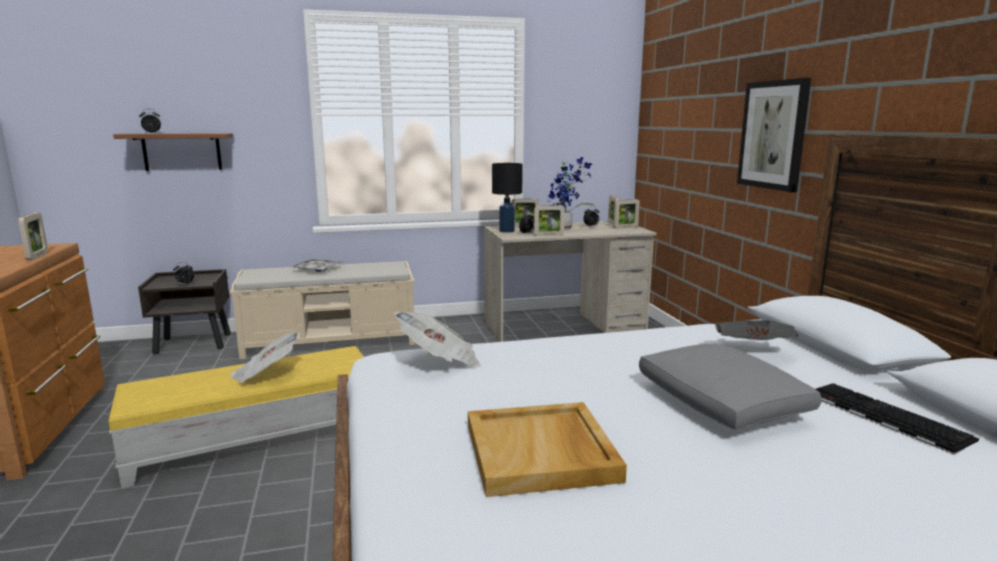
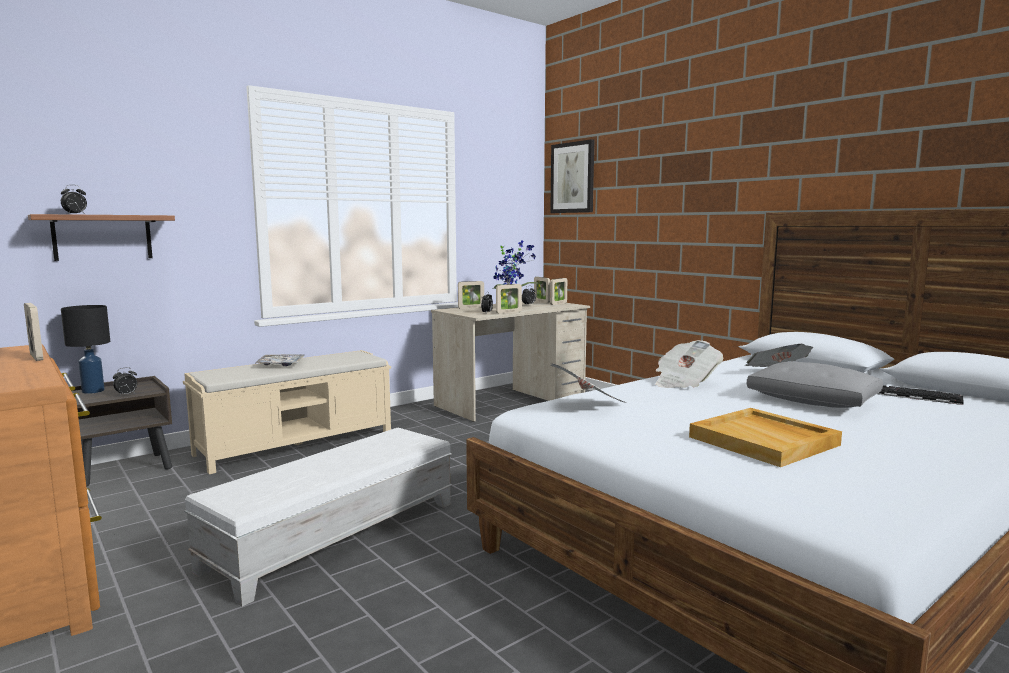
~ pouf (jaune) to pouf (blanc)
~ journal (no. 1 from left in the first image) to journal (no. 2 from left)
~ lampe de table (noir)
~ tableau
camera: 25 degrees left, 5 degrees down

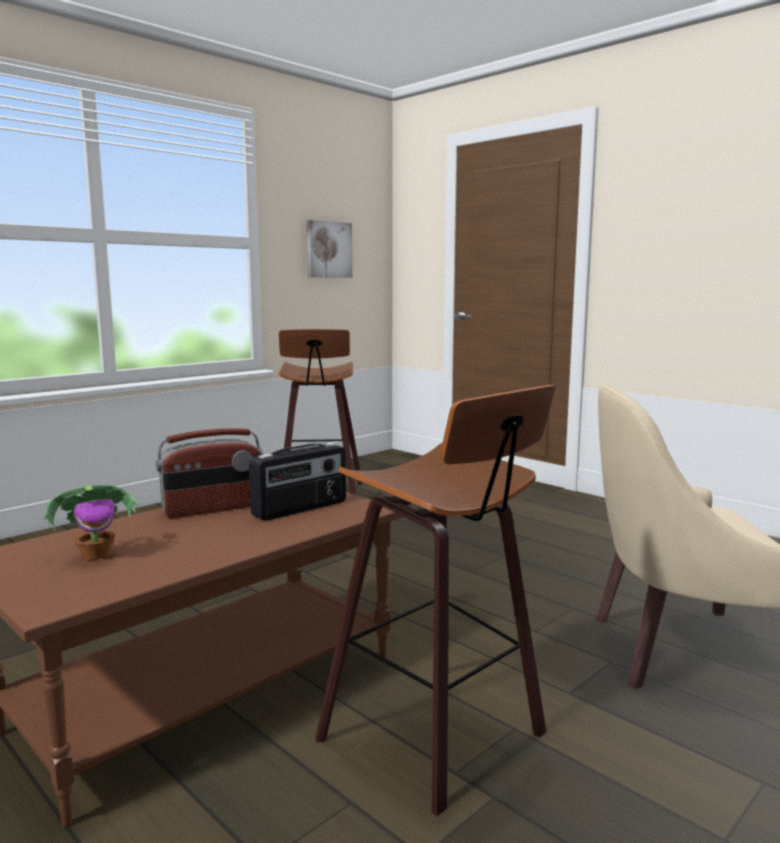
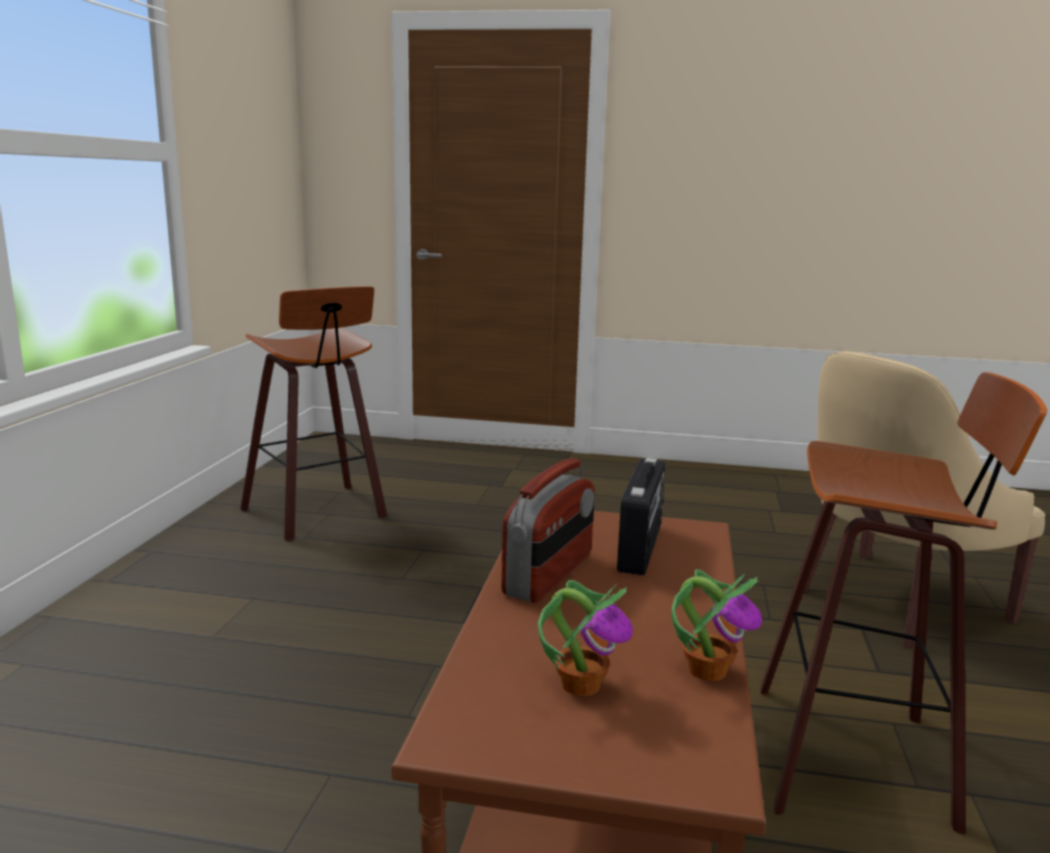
- tableau
+ plante en pot (no. 2 from left)
camera: 35 degrees left, 5 degrees up

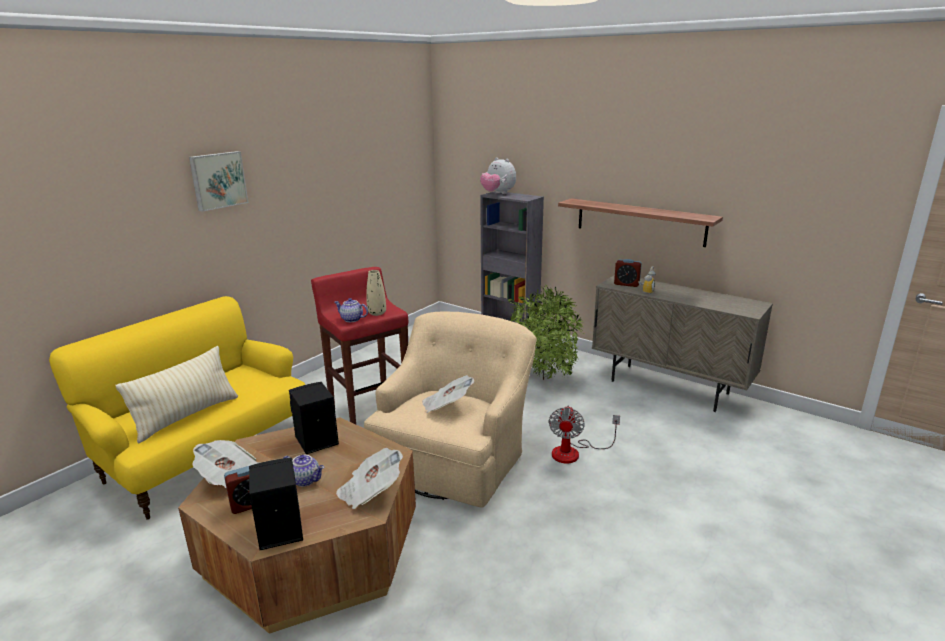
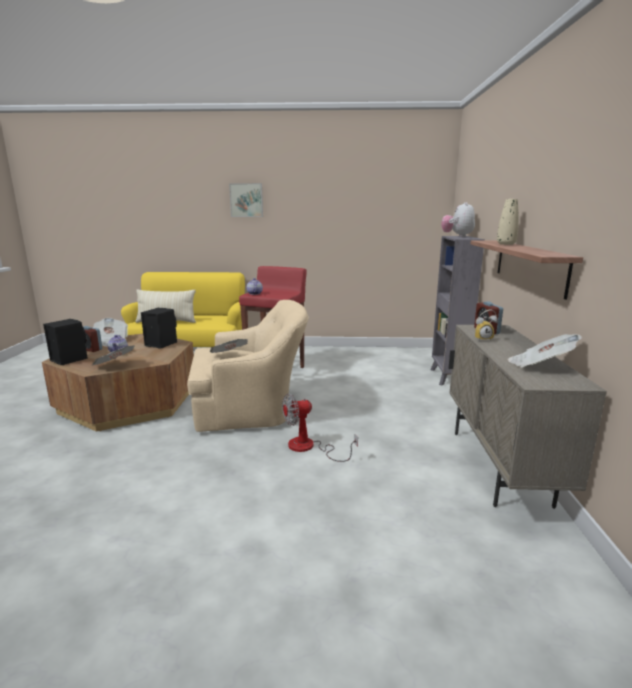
~ vase (beige)
- plante en pot
+ journal (no. 4 from left)
camera: 55 degrees right, 5 degrees down

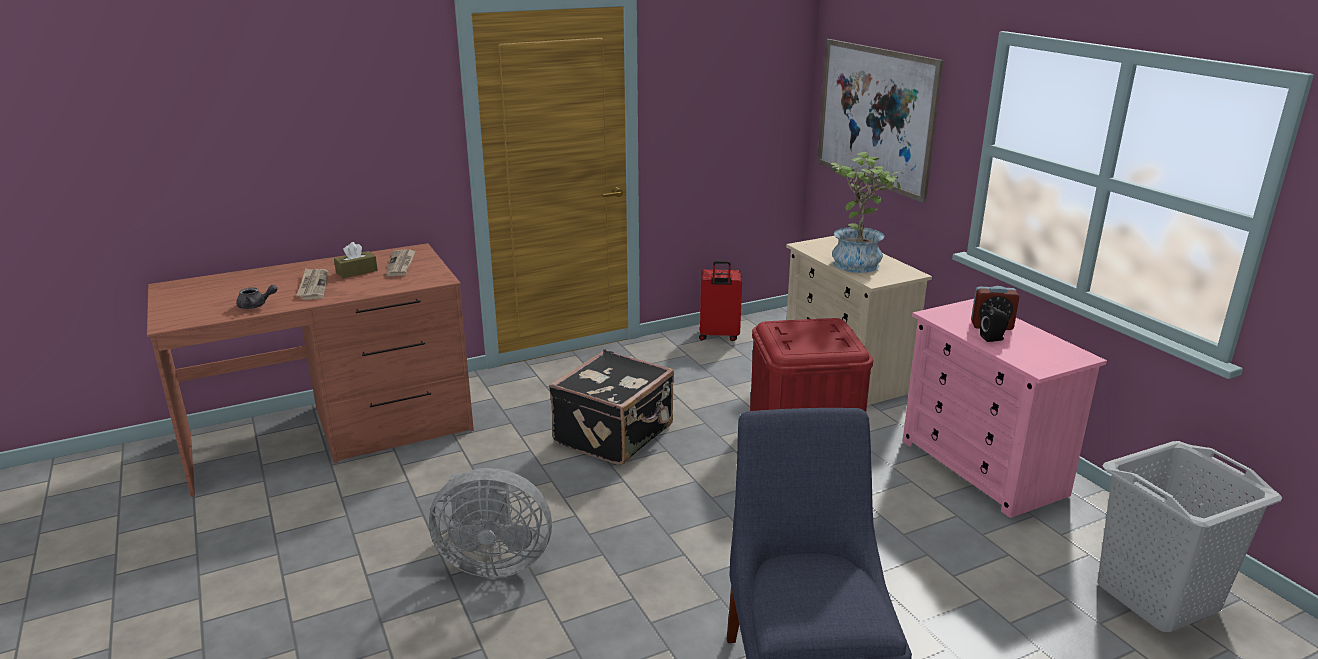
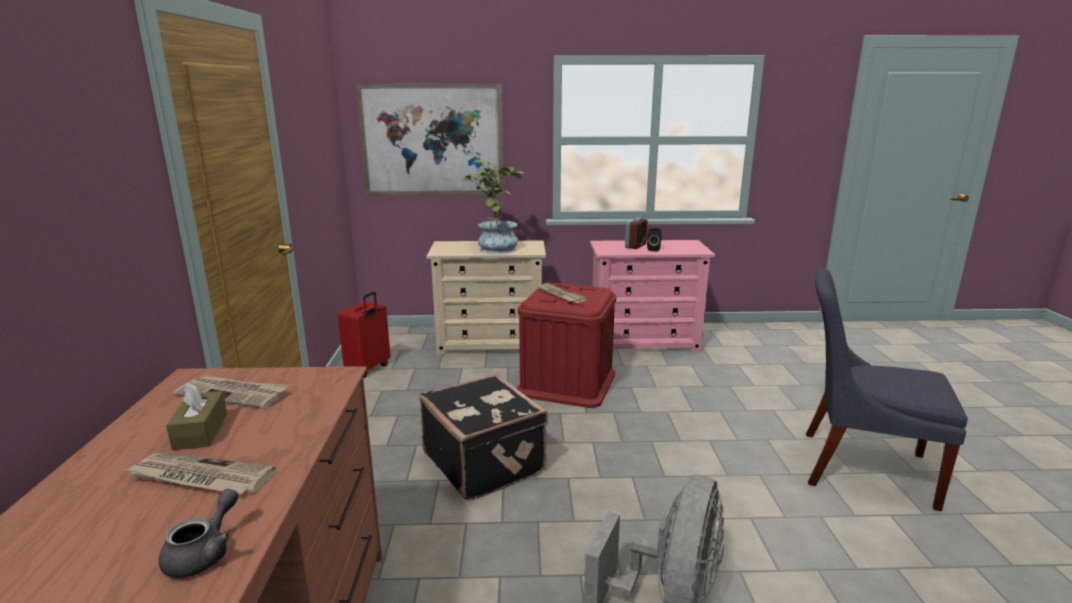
- panier à linge (gris)
+ journal (no. 3 from left)
camera: 65 degrees left, 5 degrees down

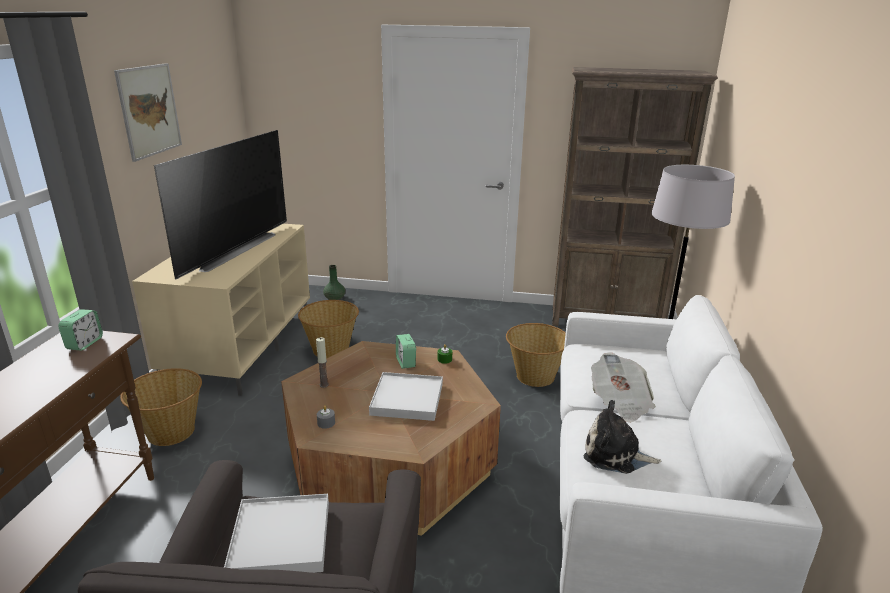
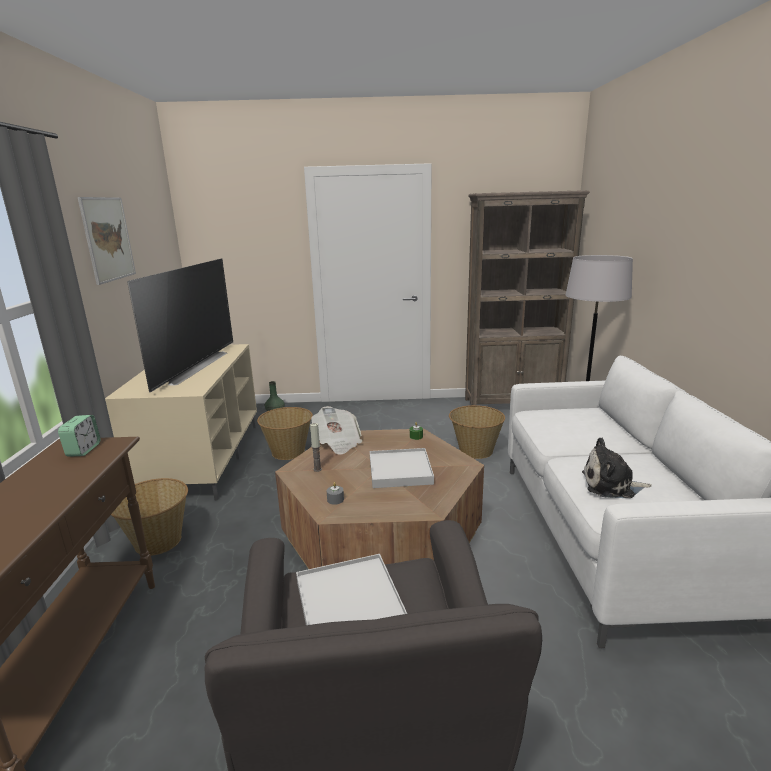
- réveil (no. 2 from left)
~ journal
camera: 10 degrees left, 5 degrees down

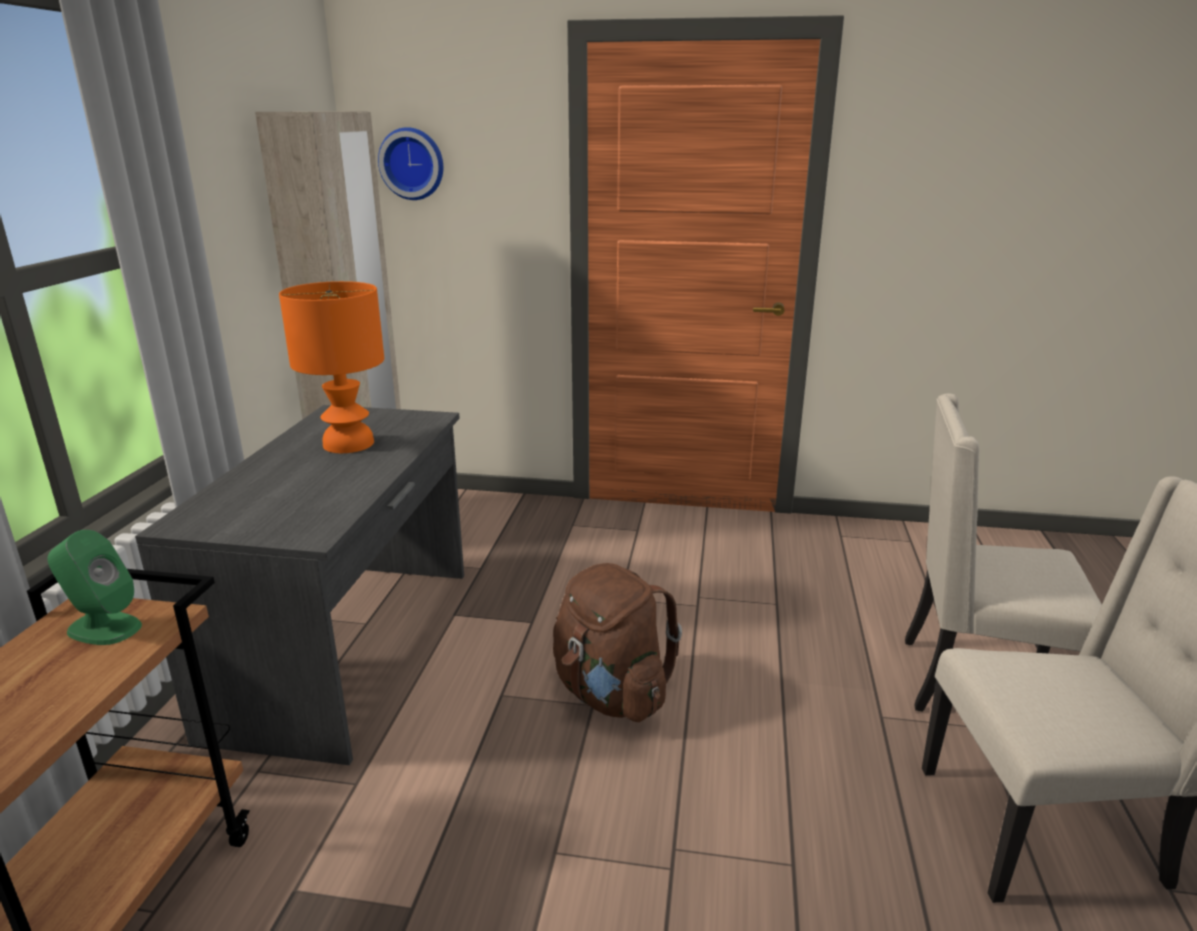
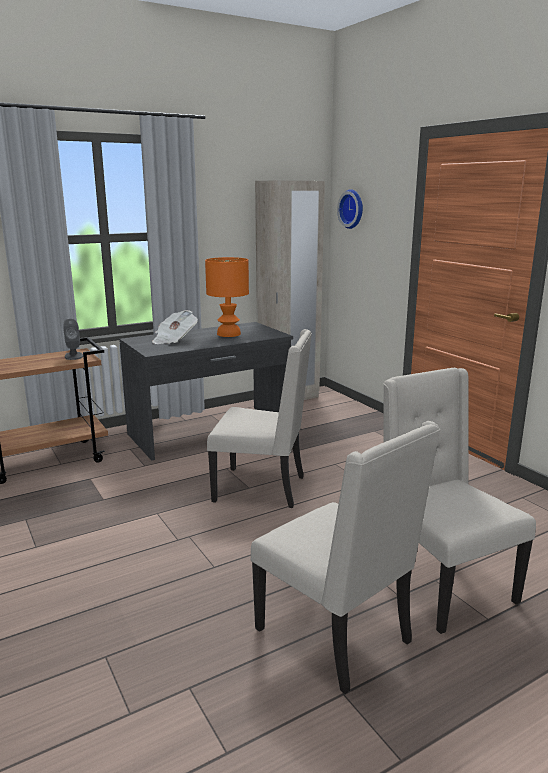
~ enceinte (vert) to enceinte (gris)
~ sac à dos (marron) to chaise (beige) (no. 1 from left)
+ journal
camera: 50 degrees right, 5 degrees down

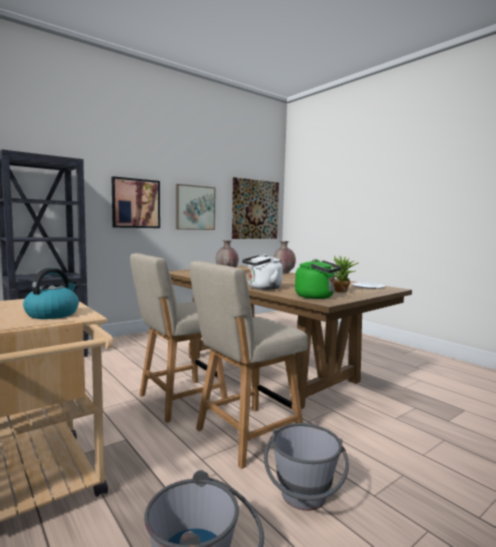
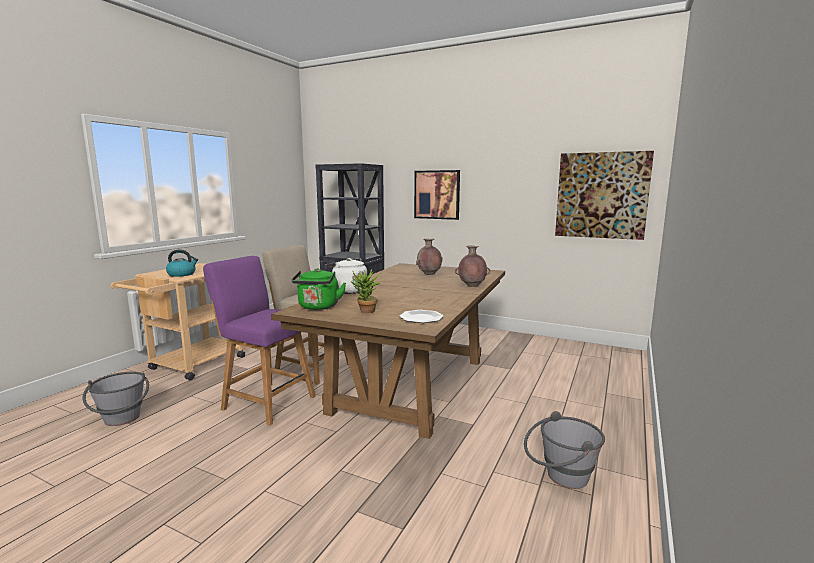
- tableau (no. 2 from left)
~ chaise (beige) (no. 2 from left) to chaise (violet)
~ seau (gris) (no. 2 from left)
camera: 65 degrees right, 5 degrees up

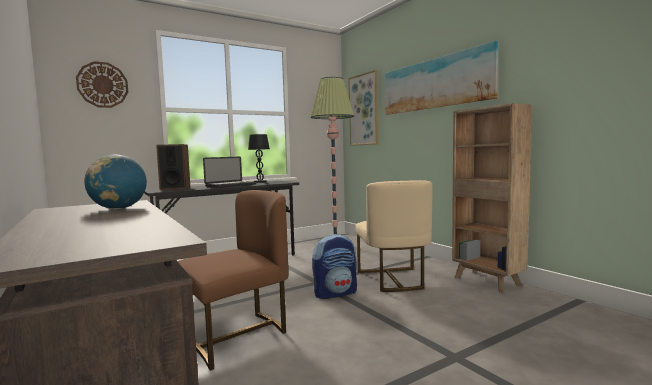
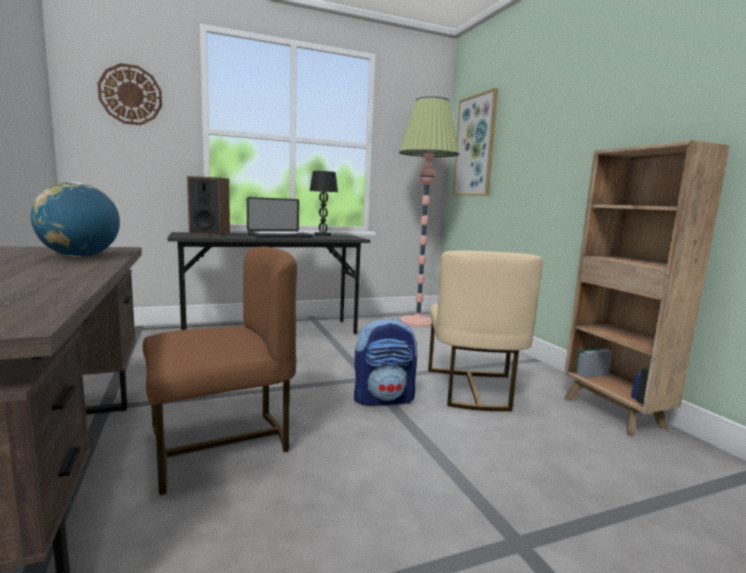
- tableau (no. 2 from left)
camera: 10 degrees right, 5 degrees up

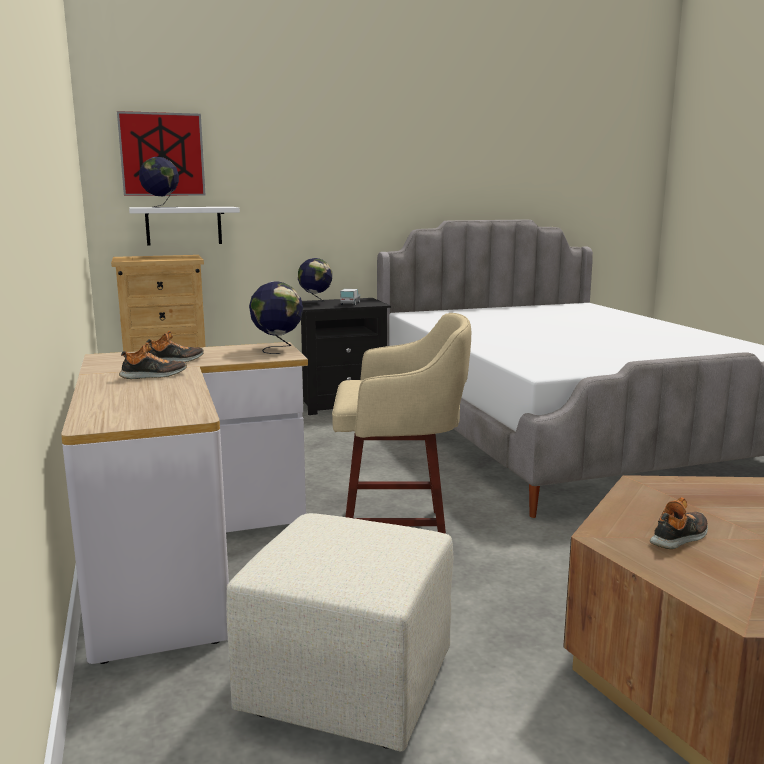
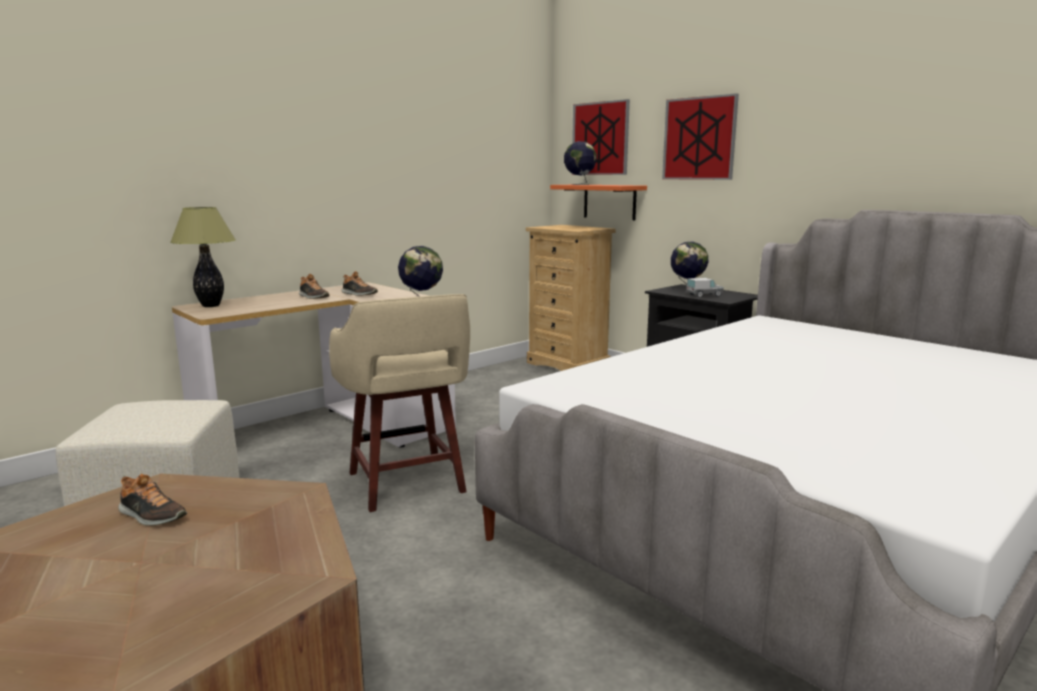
~ étagère (blanc) to étagère (orange)
+ lampe de table
+ tableau (no. 2 from left)
camera: 65 degrees right, 0 degrees up

